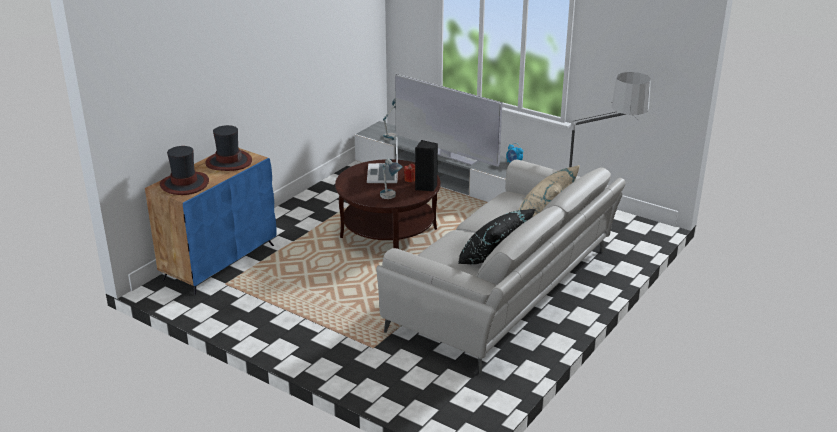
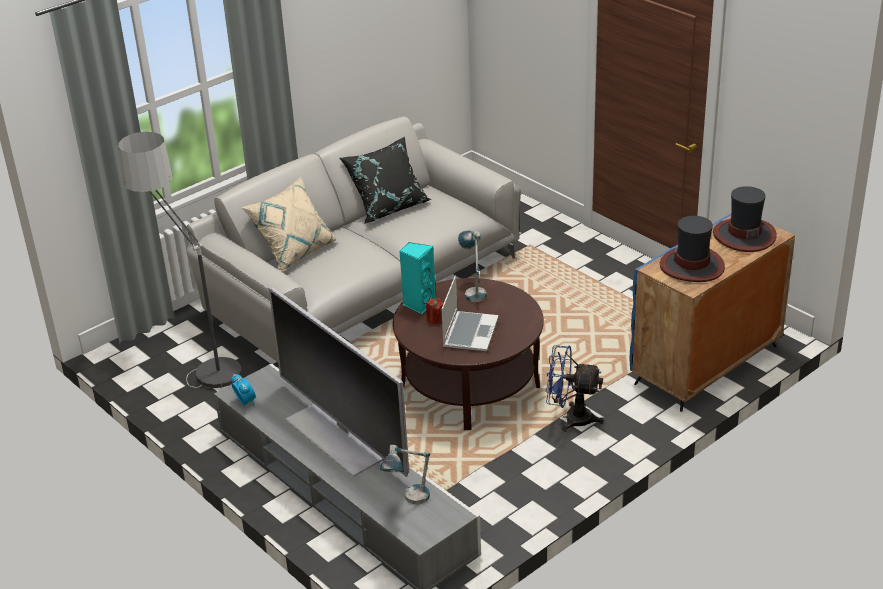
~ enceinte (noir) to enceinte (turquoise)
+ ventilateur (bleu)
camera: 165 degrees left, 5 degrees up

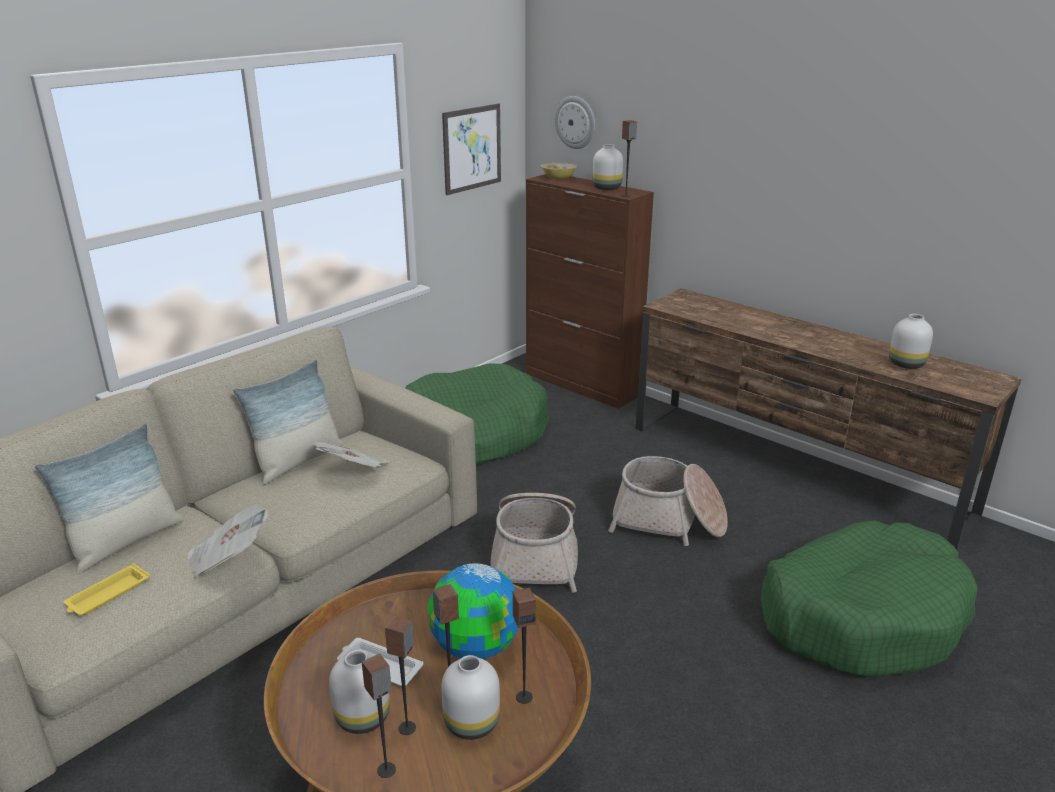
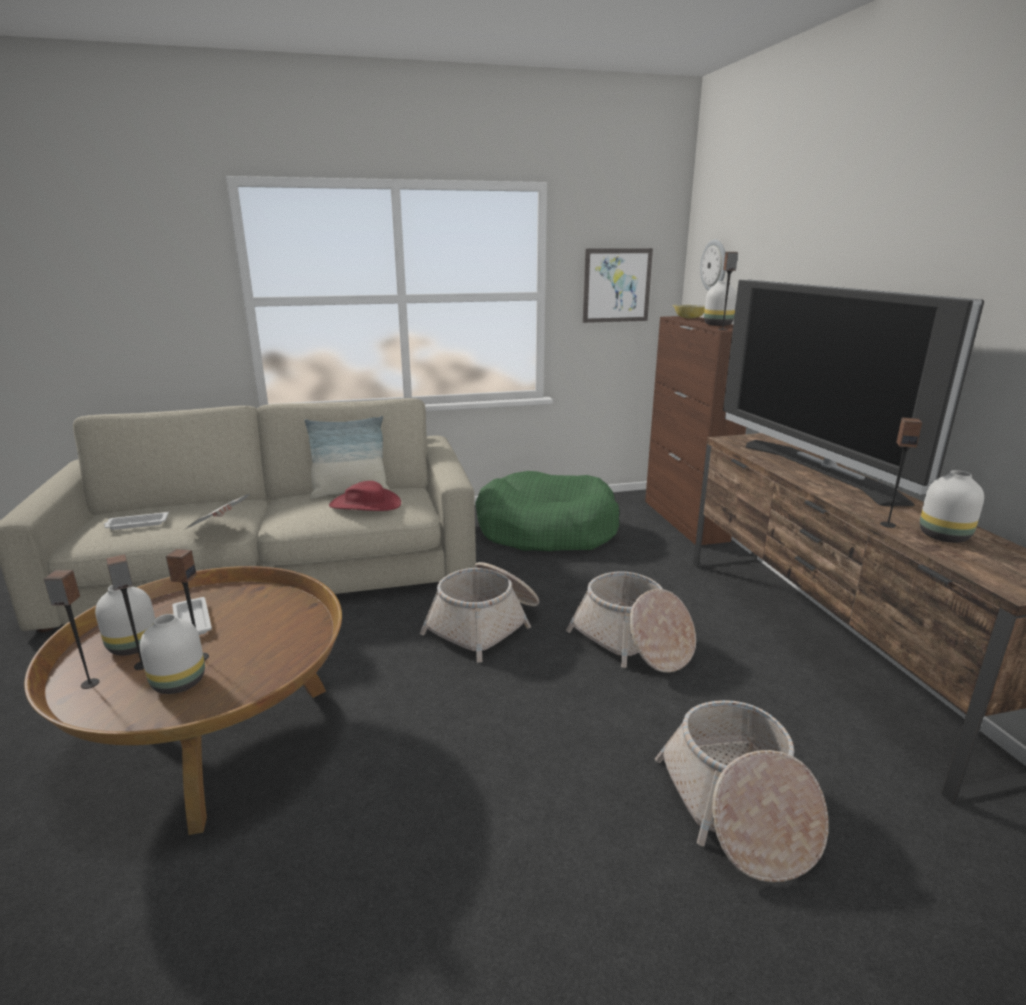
- coussin (no. 1 from left)
~ plateau (jaune) to plateau (blanc) (no. 1 from left)
~ journal (no. 2 from left) to chapeau (rouge)
- globe
~ enceinte (no. 4 from left in the first image) to enceinte (no. 5 from left)
~ panier pour chien (vert) (no. 2 from left) to panier (no. 3 from left)
+ téléviseur
camera: 35 degrees right, 5 degrees down

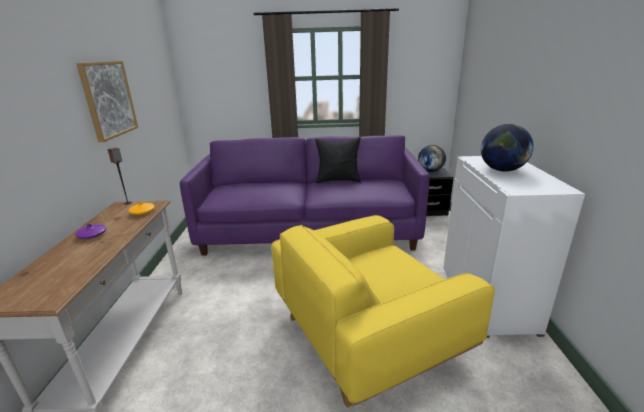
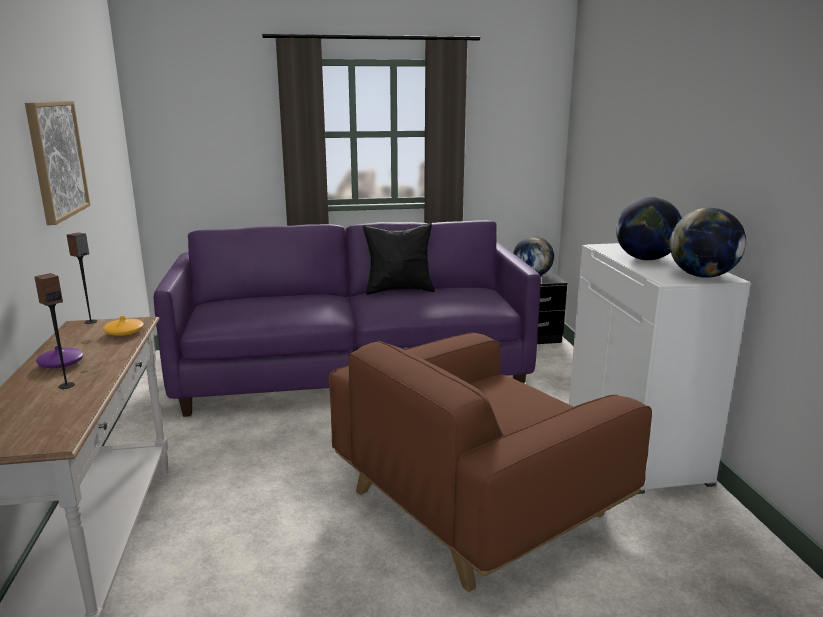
~ fauteuil (jaune) to fauteuil (marron)
+ enceinte (no. 1 from left)
+ globe (no. 3 from left)
camera: 10 degrees left, 5 degrees down

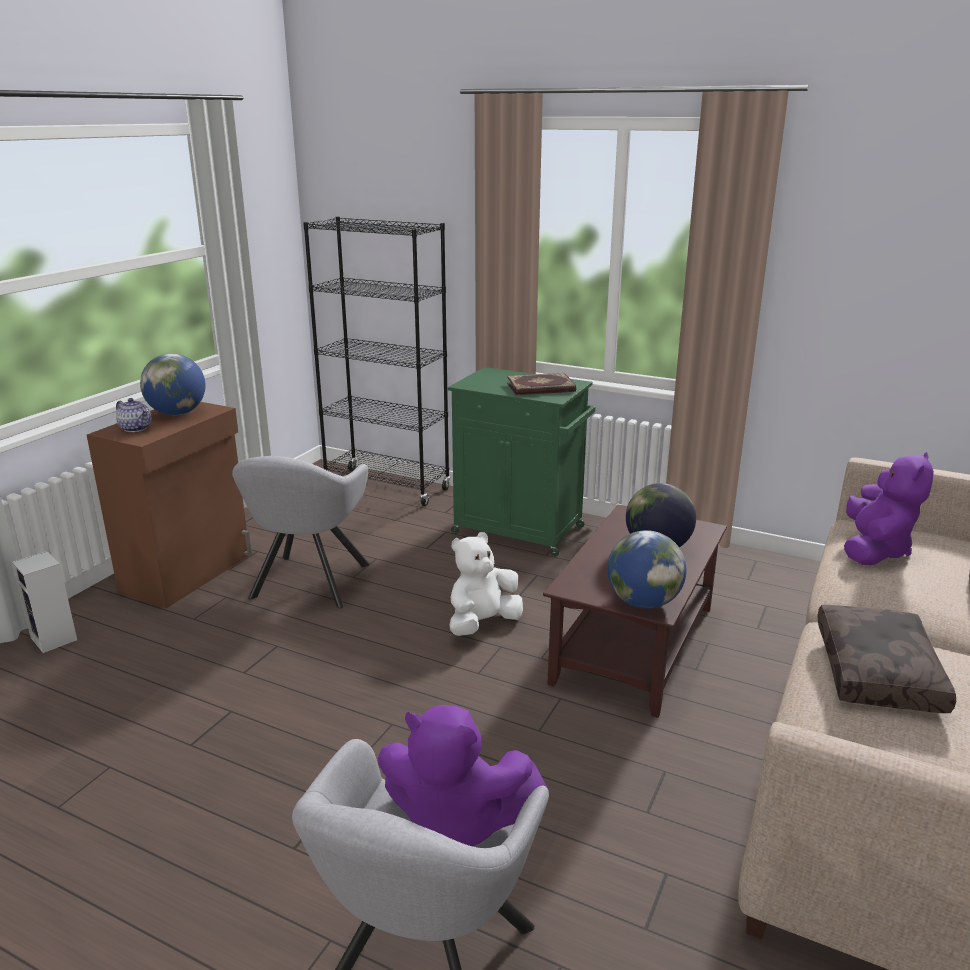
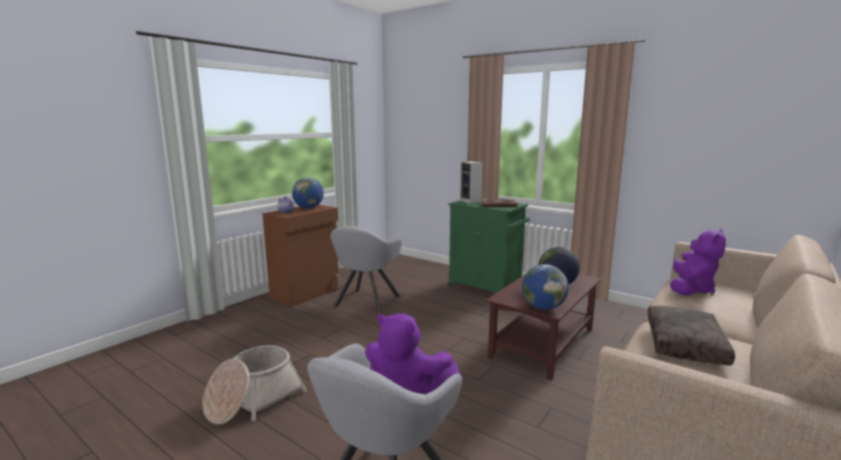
~ enceinte
- bibliothèque (noir)
- peluche (blanc)
+ panier
camera: 10 degrees right, 10 degrees down

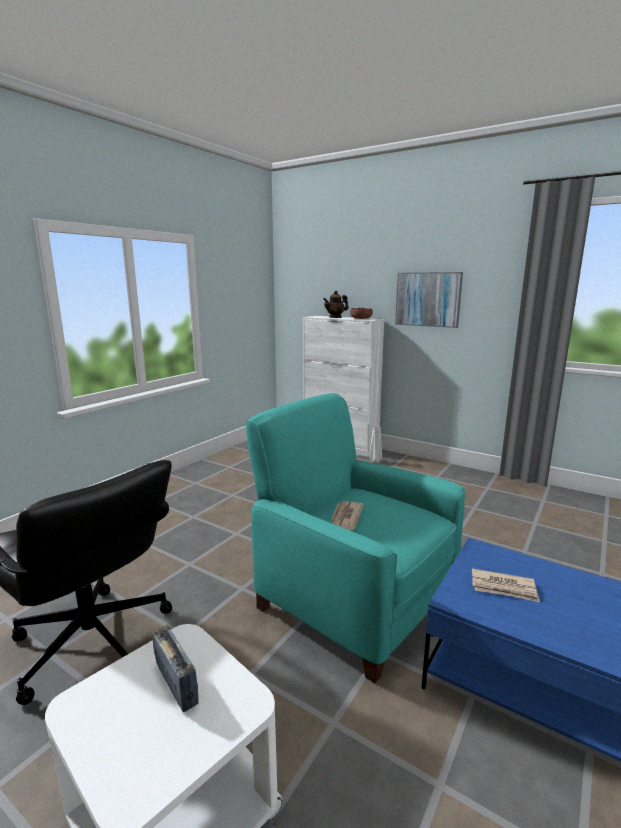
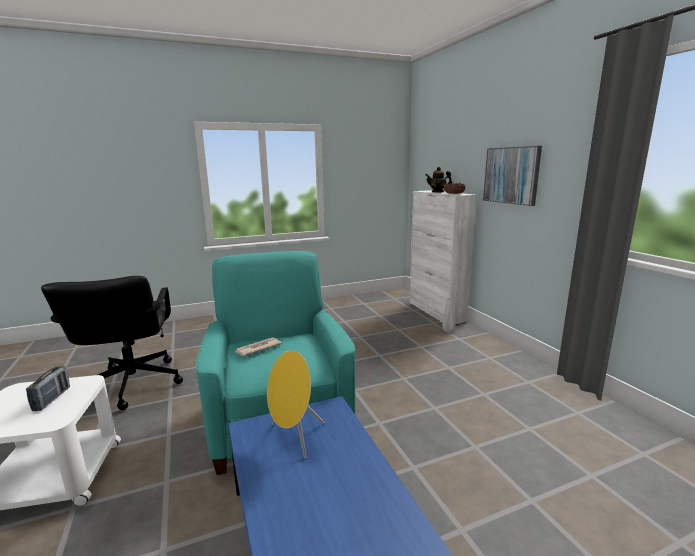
~ journal (no. 2 from left) to enceinte (jaune)
camera: 35 degrees right, 0 degrees up

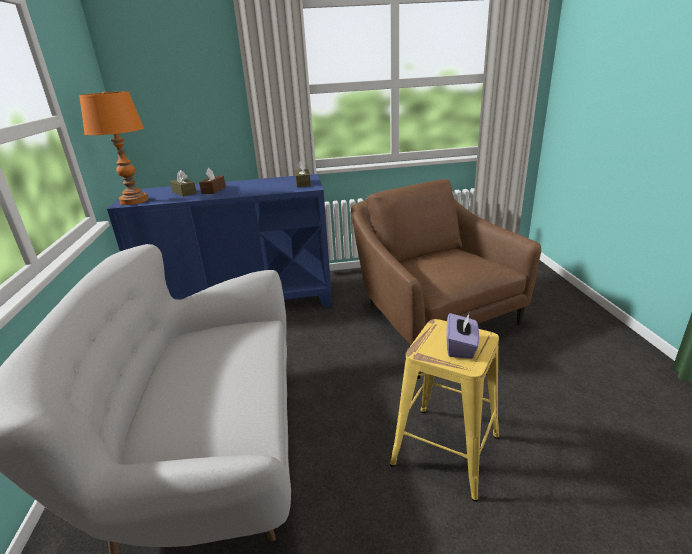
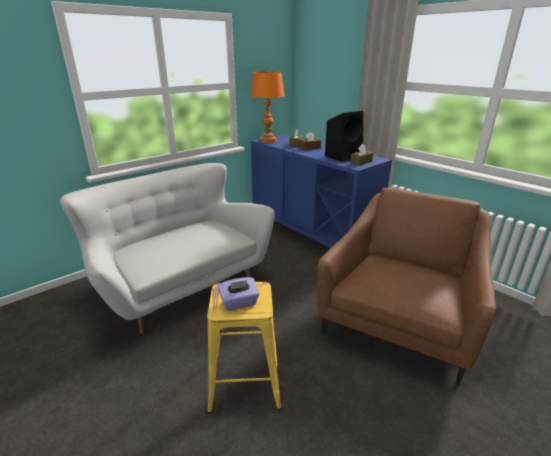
+ enceinte (noir)
camera: 55 degrees right, 0 degrees up

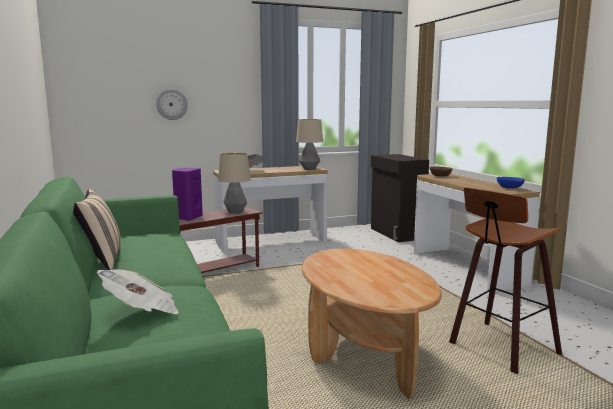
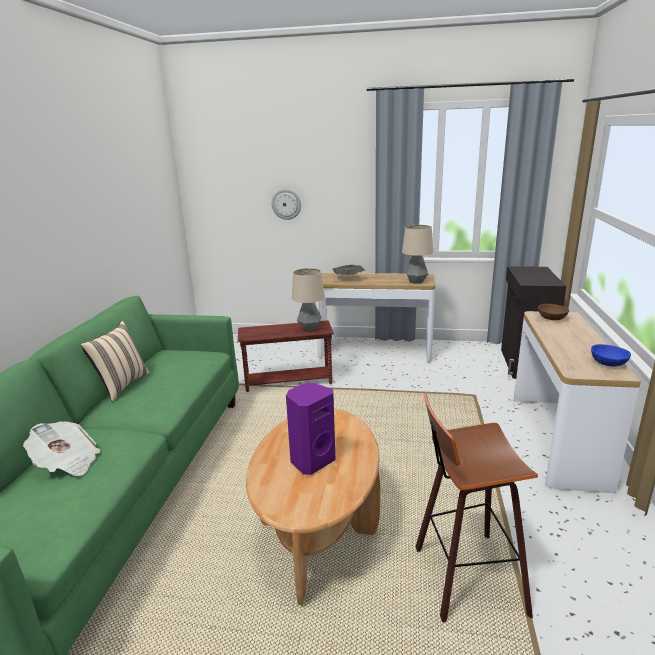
~ enceinte (violet)
camera: 30 degrees right, 10 degrees up

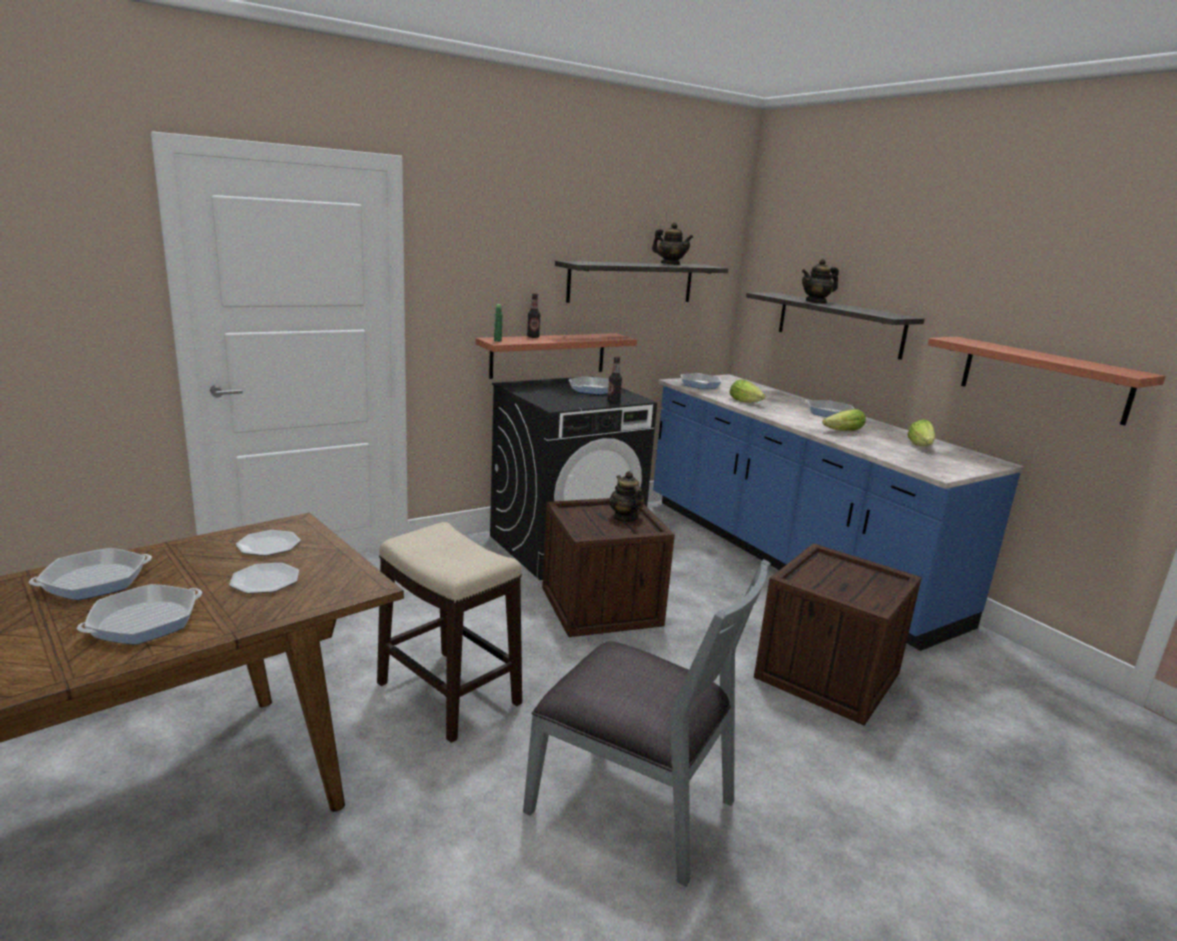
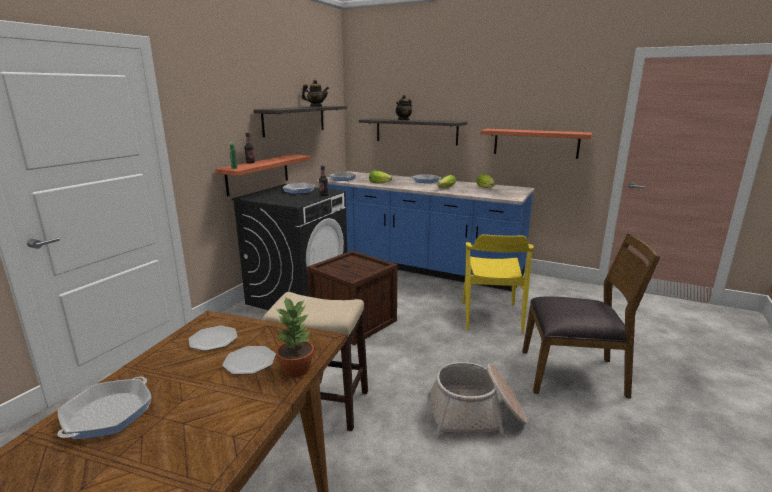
- poêle (no. 2 from left)
~ chaise (gris) to panier
- théière (no. 1 from left)
~ caisse (no. 2 from left) to chaise (jaune)
+ plante en pot
+ chaise (marron)
camera: 30 degrees left, 0 degrees up

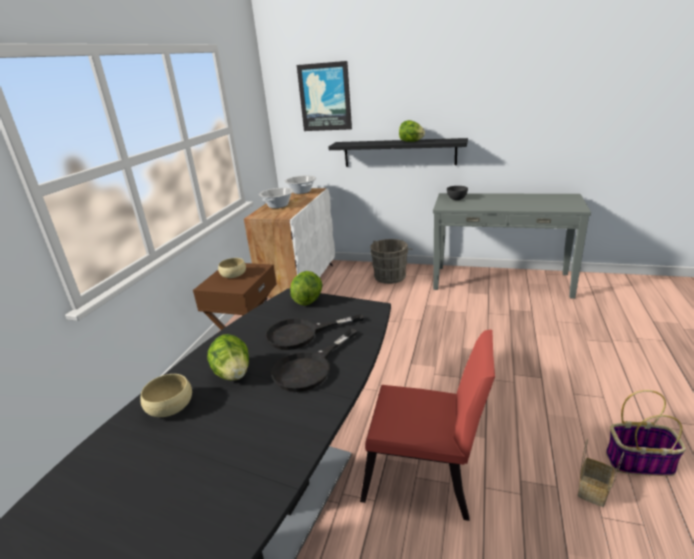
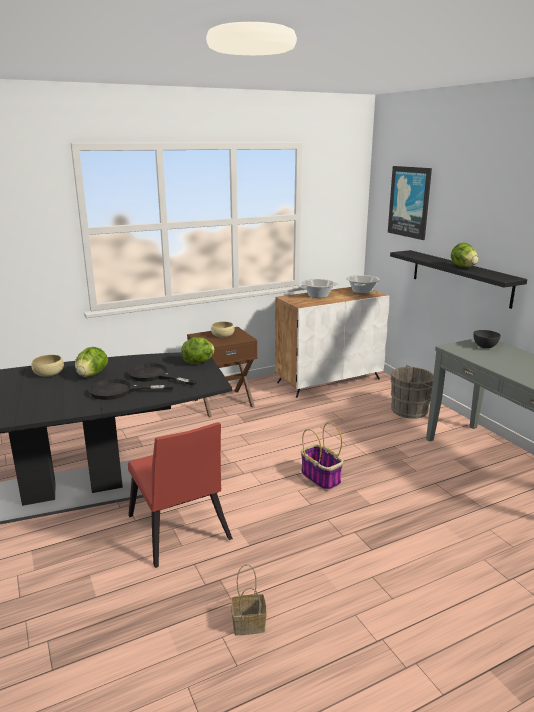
~ panier (no. 2 from left)
camera: 45 degrees right, 5 degrees down

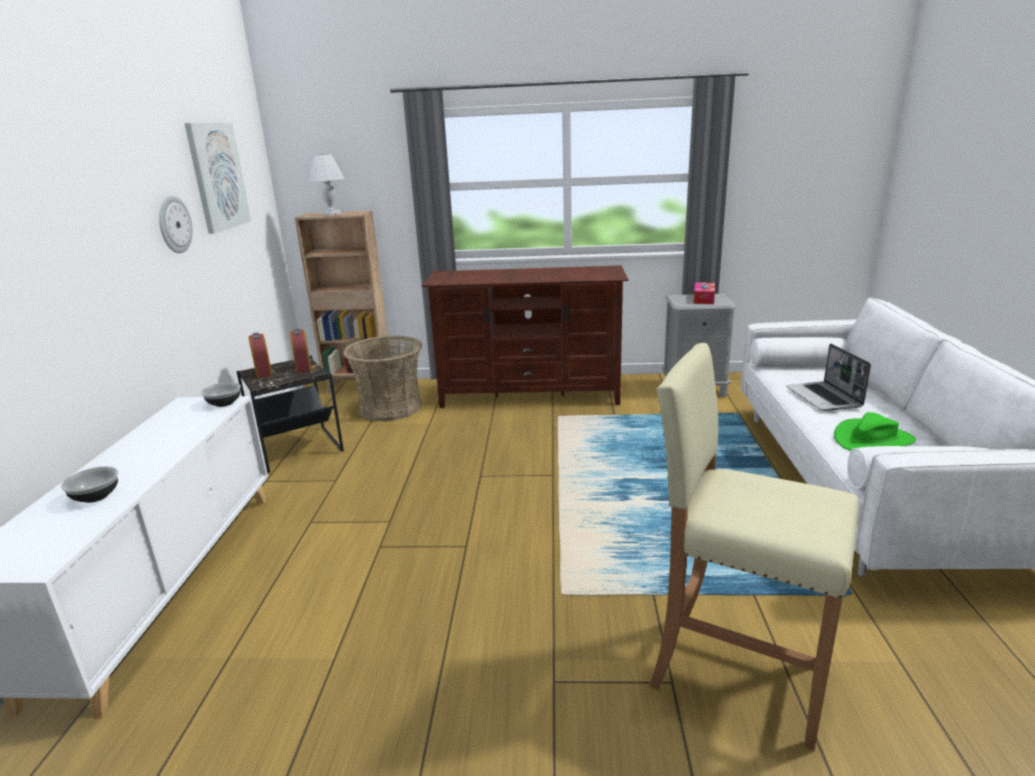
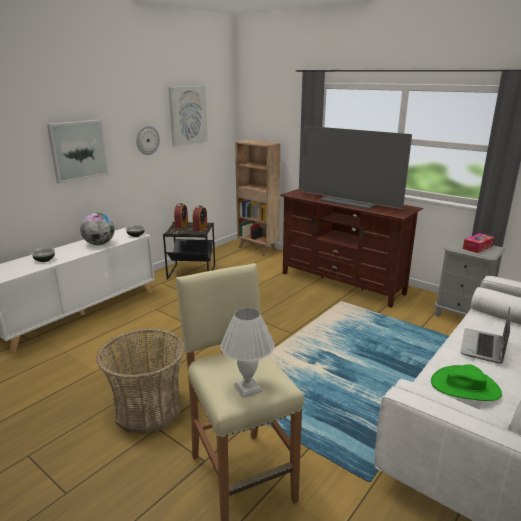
~ lampe de table (blanc)
~ panier
+ tableau (no. 1 from left)
+ globe
+ téléviseur
camera: 35 degrees right, 0 degrees up

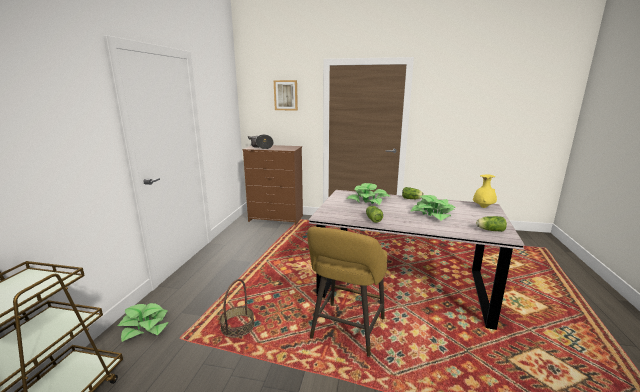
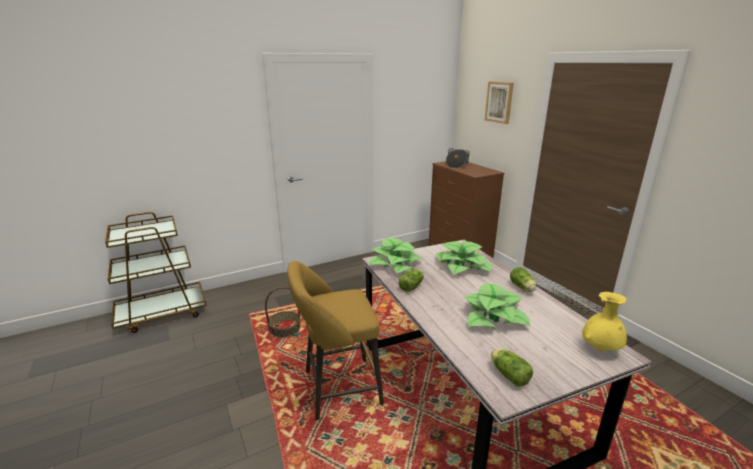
~ plante en pot (no. 1 from left)
camera: 50 degrees right, 5 degrees up

